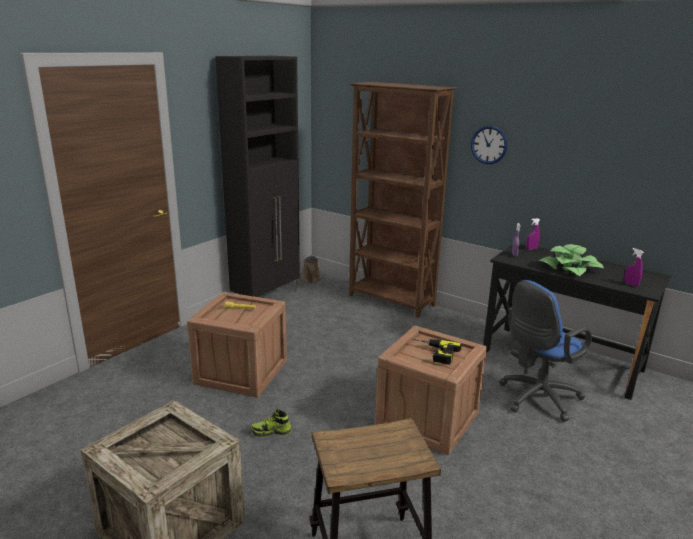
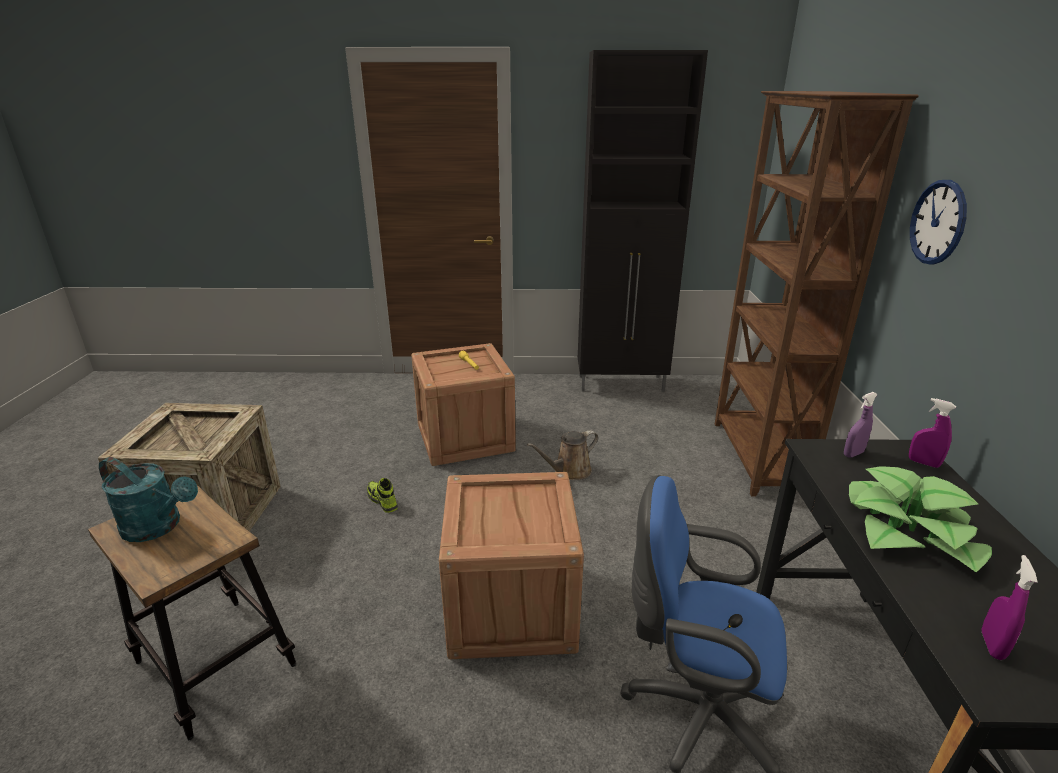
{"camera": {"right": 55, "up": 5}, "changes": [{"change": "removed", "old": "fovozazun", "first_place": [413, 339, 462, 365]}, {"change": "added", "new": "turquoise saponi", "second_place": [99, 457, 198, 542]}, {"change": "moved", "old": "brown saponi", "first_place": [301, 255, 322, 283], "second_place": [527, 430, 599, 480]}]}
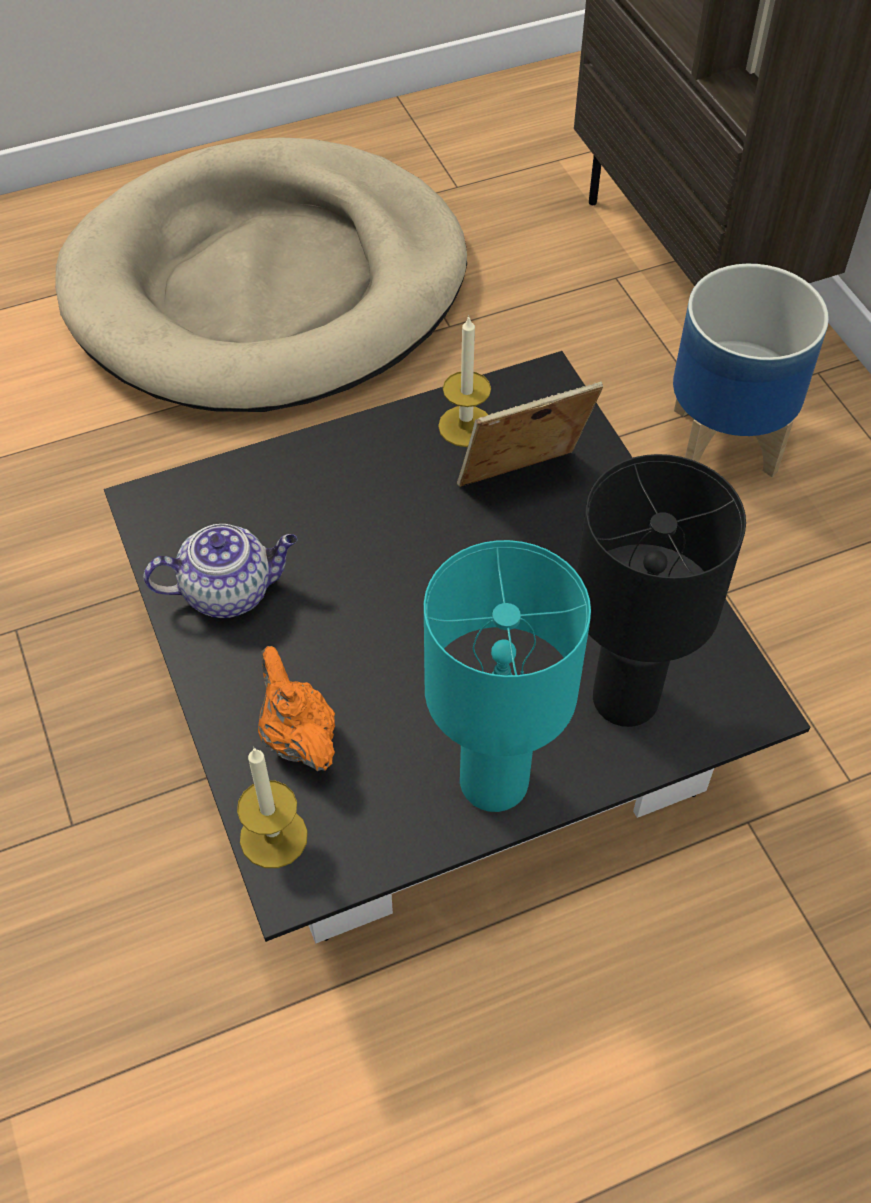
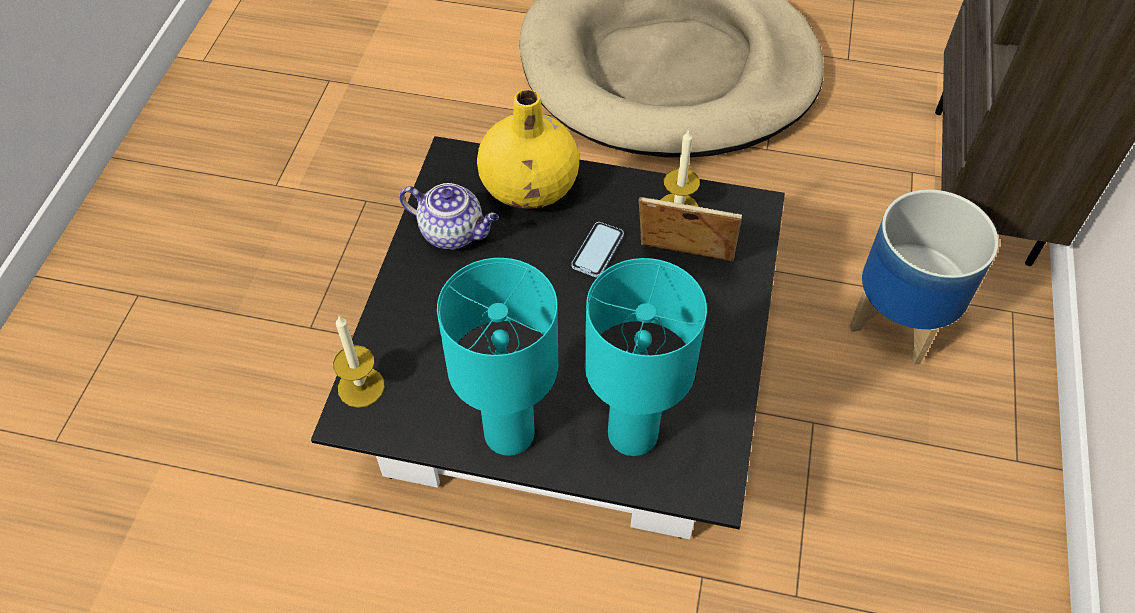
{"camera": {"right": 35, "up": 0}, "changes": [{"change": "removed", "old": "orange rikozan", "first_place": [258, 646, 335, 771]}, {"change": "added", "new": "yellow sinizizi", "second_place": [477, 89, 579, 209]}, {"change": "added", "new": "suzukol", "second_place": [571, 222, 624, 277]}, {"change": "recoloured", "old": "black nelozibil", "new": "turquoise nelozibil", "first_place": [577, 454, 746, 727], "second_place": [585, 258, 707, 456]}]}
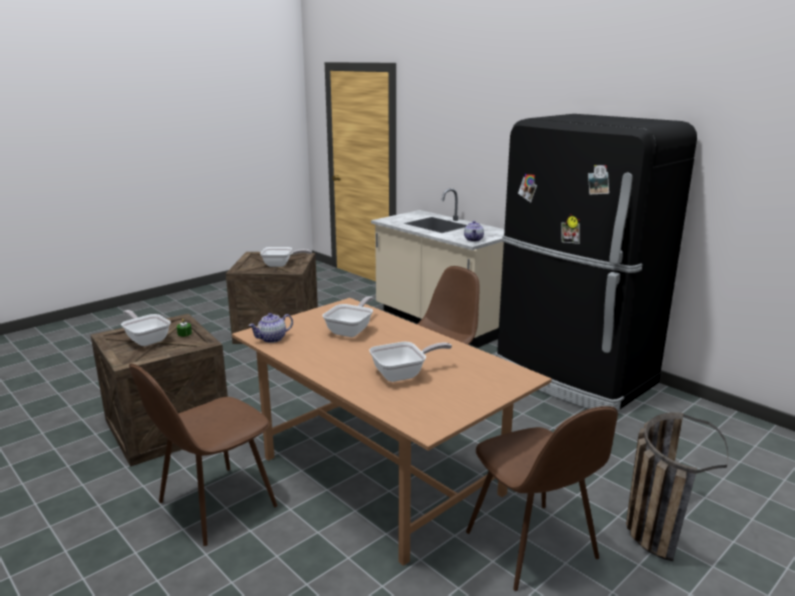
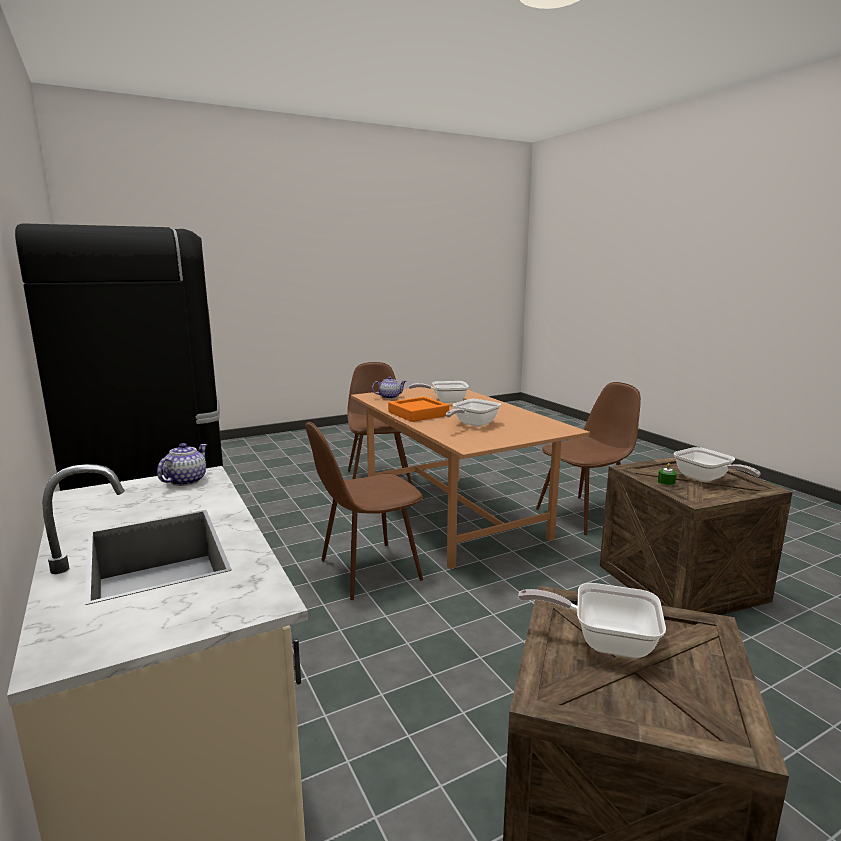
{"camera": {"right": -165, "up": -5}, "changes": [{"change": "removed", "old": "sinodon", "first_place": [626, 412, 728, 561]}, {"change": "added", "new": "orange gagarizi", "second_place": [388, 397, 449, 422]}, {"change": "moved", "old": "rikozan", "first_place": [248, 313, 293, 343], "second_place": [372, 376, 406, 399]}]}
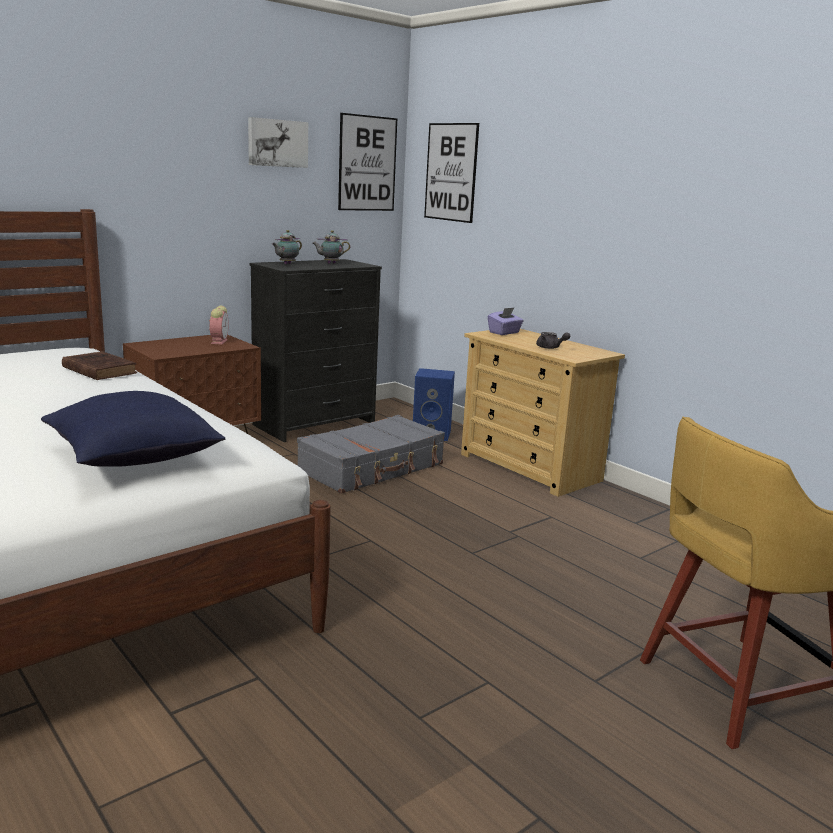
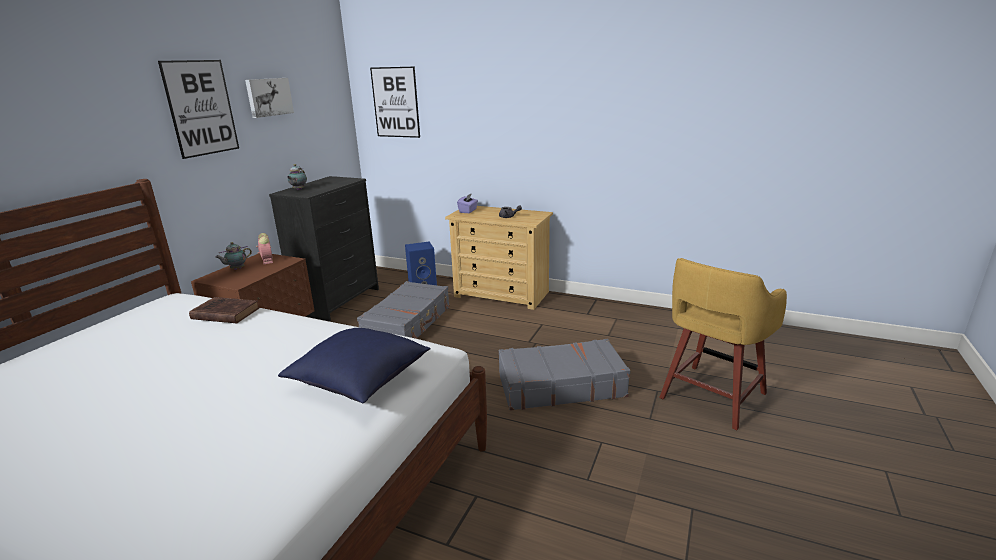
{"camera": {"right": -25, "up": 5}, "changes": [{"change": "added", "new": "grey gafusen", "second_place": [499, 339, 630, 411]}, {"change": "moved", "old": "rikozan", "first_place": [312, 230, 350, 264], "second_place": [215, 242, 252, 270]}, {"change": "moved", "old": "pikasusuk", "first_place": [338, 113, 397, 211], "second_place": [158, 60, 239, 159]}]}
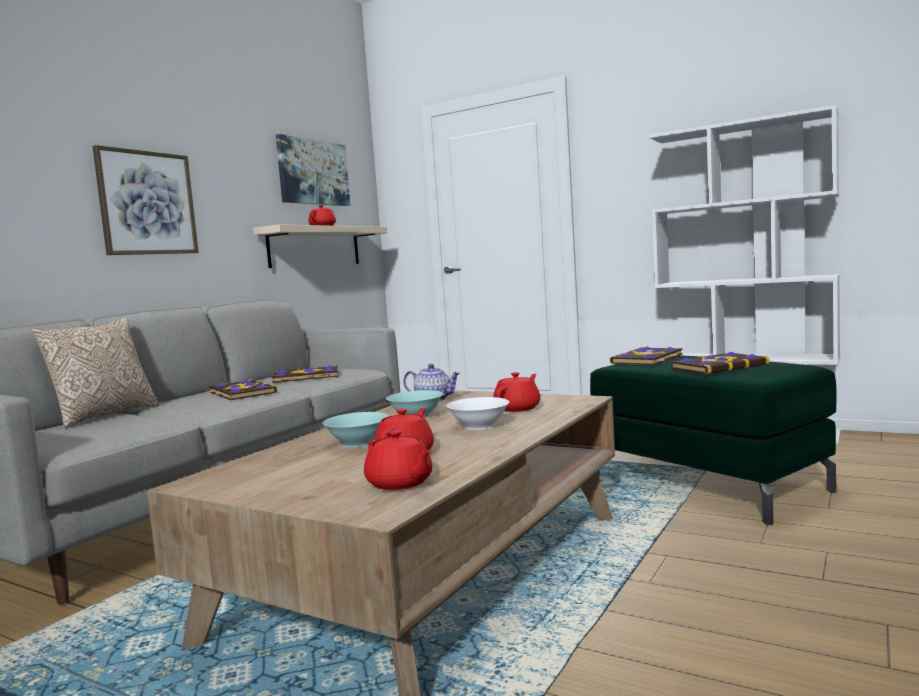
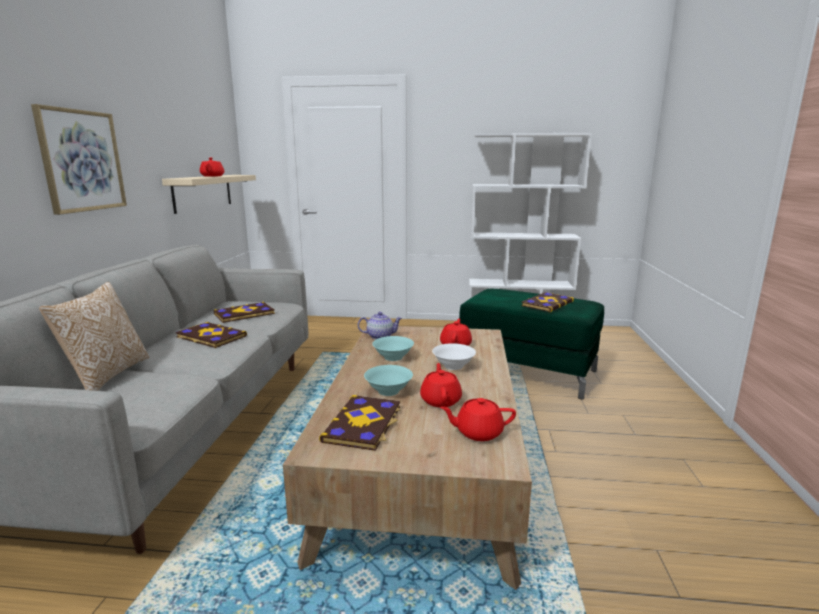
{"camera": {"right": -25, "up": 10}, "changes": [{"change": "removed", "old": "pikasusuk", "first_place": [276, 134, 351, 206]}, {"change": "moved", "old": "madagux", "first_place": [610, 346, 683, 365], "second_place": [319, 395, 401, 451]}, {"change": "turned", "old": "red rikozan", "first_place": [364, 430, 432, 490], "second_place": [440, 398, 516, 441], "degrees": 150}]}
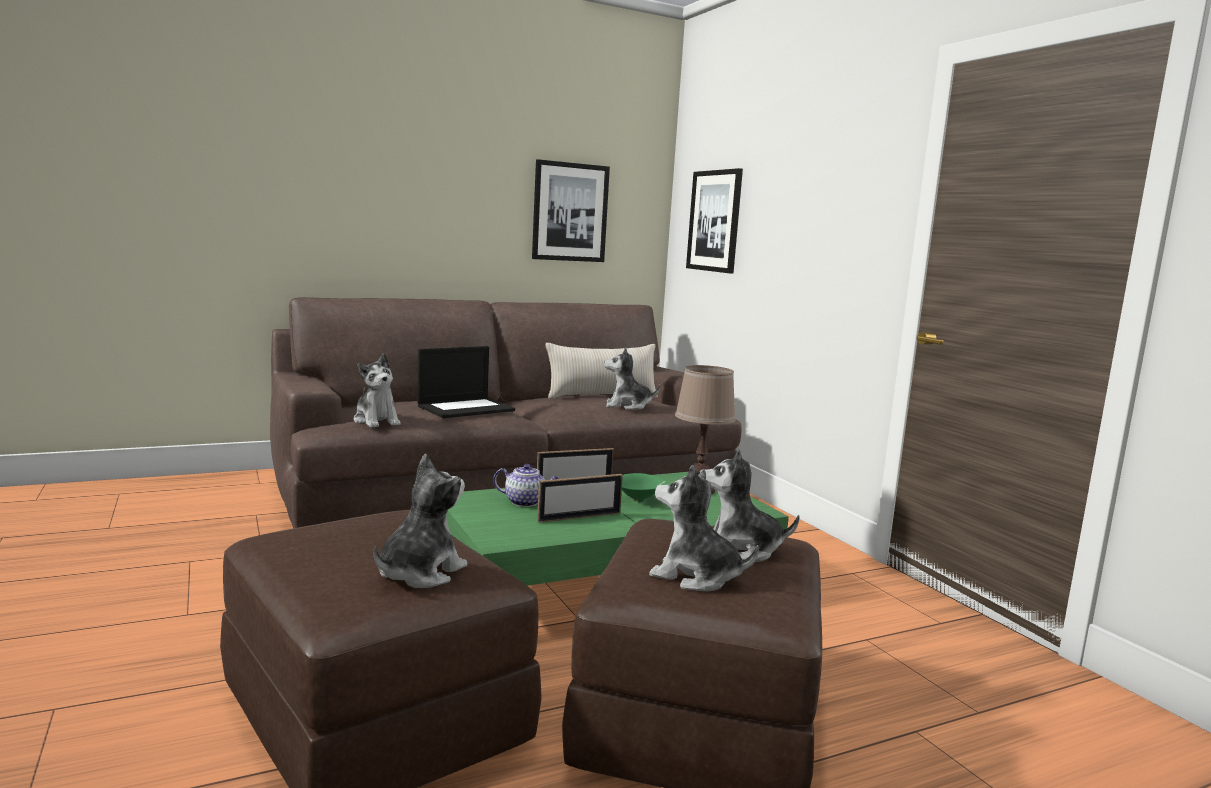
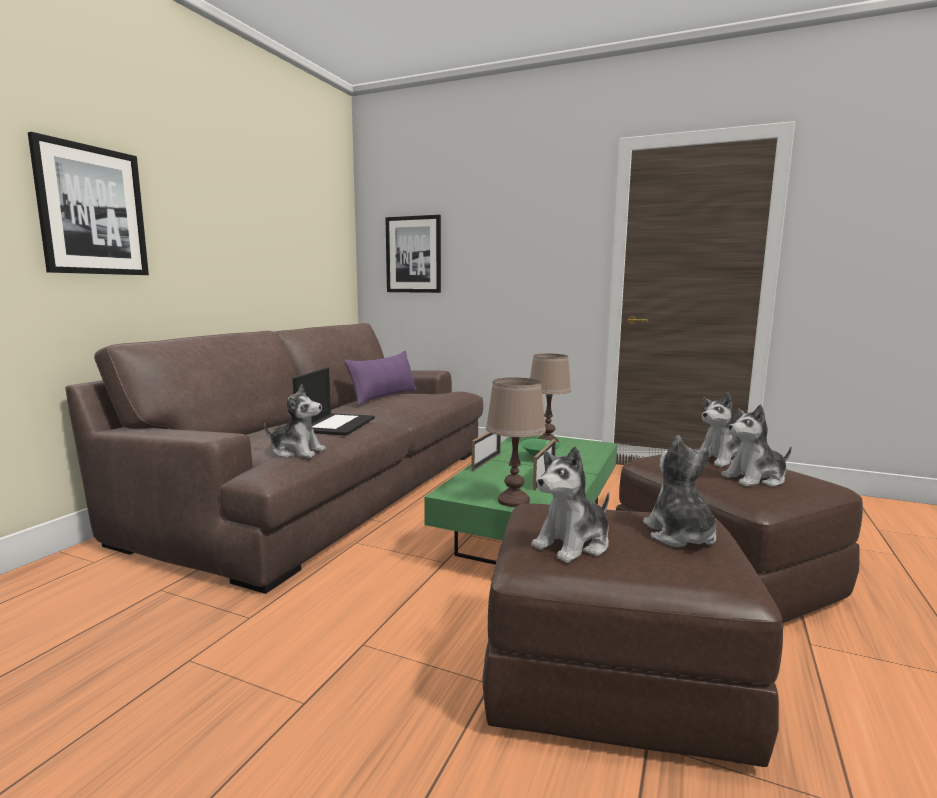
{"camera": {"right": -40, "up": 0}, "changes": [{"change": "removed", "old": "rikozan", "first_place": [493, 464, 559, 507]}, {"change": "added", "new": "brown nelozibil", "second_place": [486, 378, 546, 507]}, {"change": "moved", "old": "pikasusuk", "first_place": [532, 159, 610, 262], "second_place": [28, 132, 149, 275]}, {"change": "moved", "old": "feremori", "first_place": [604, 347, 660, 410], "second_place": [531, 446, 609, 563]}, {"change": "recoloured", "old": "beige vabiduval", "new": "purple vabiduval", "first_place": [546, 343, 658, 399], "second_place": [344, 351, 417, 406]}]}
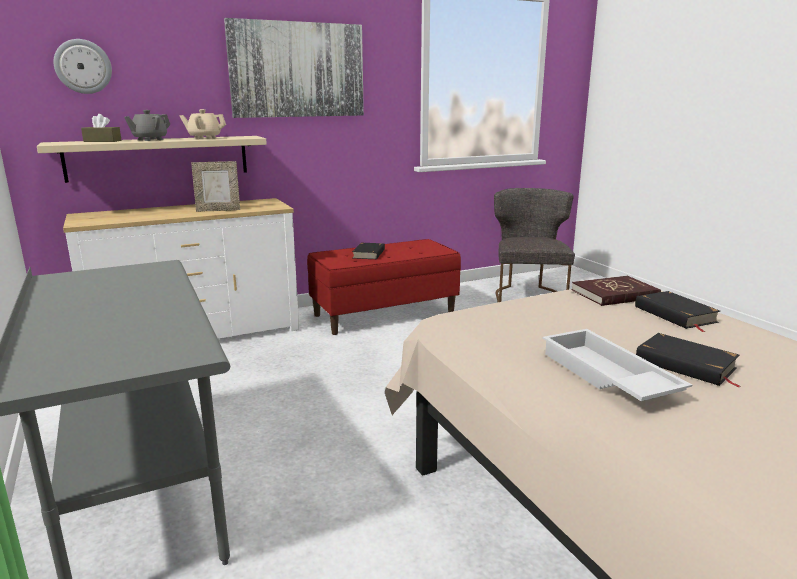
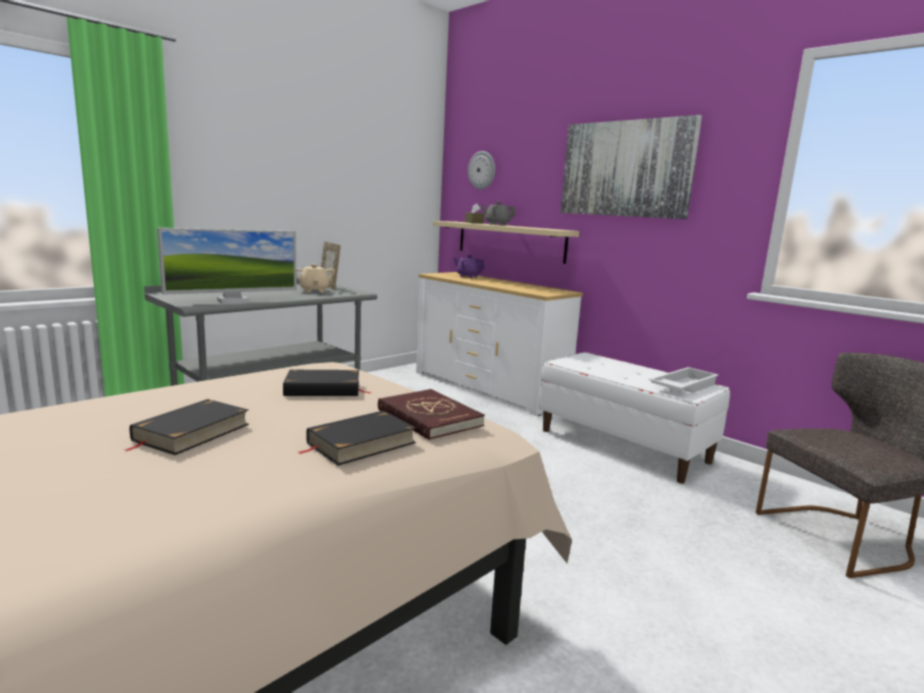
{"camera": {"right": 70, "up": -5}, "changes": [{"change": "added", "new": "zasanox", "second_place": [157, 228, 297, 304]}, {"change": "added", "new": "purple rikozan", "second_place": [453, 255, 485, 278]}, {"change": "moved", "old": "beige rikozan", "first_place": [179, 109, 226, 139], "second_place": [296, 264, 335, 293]}, {"change": "moved", "old": "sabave", "first_place": [191, 161, 240, 212], "second_place": [321, 242, 341, 290]}, {"change": "moved", "old": "black madagux", "first_place": [352, 243, 385, 259], "second_place": [283, 370, 371, 396]}, {"change": "moved", "old": "white gagarizi", "first_place": [543, 329, 692, 401], "second_place": [649, 367, 719, 393]}, {"change": "recoloured", "old": "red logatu", "new": "white logatu", "first_place": [307, 239, 461, 335], "second_place": [539, 352, 730, 483]}]}
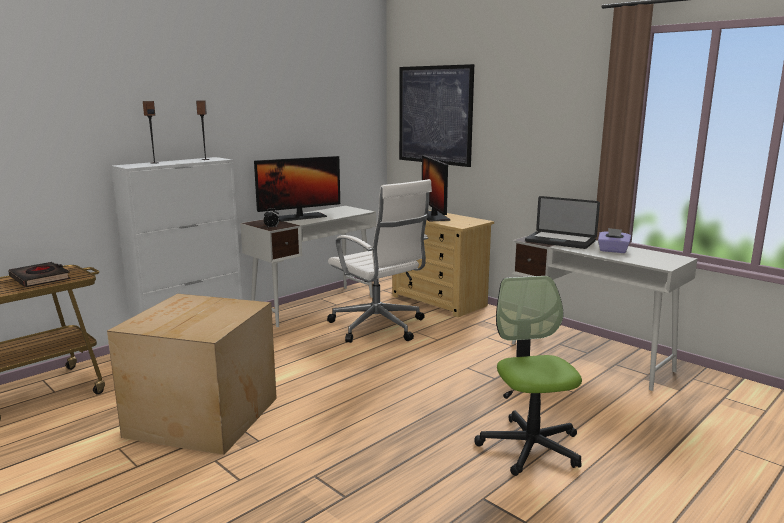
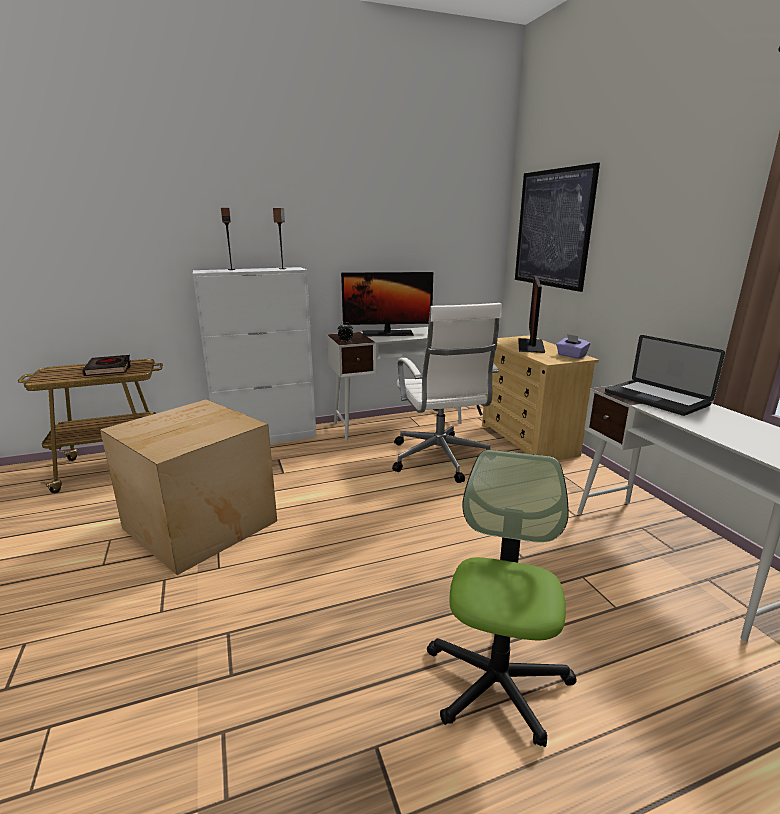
{"camera": {"right": 25, "up": 5}, "changes": [{"change": "moved", "old": "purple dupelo", "first_place": [598, 228, 631, 253], "second_place": [556, 334, 590, 359]}]}
